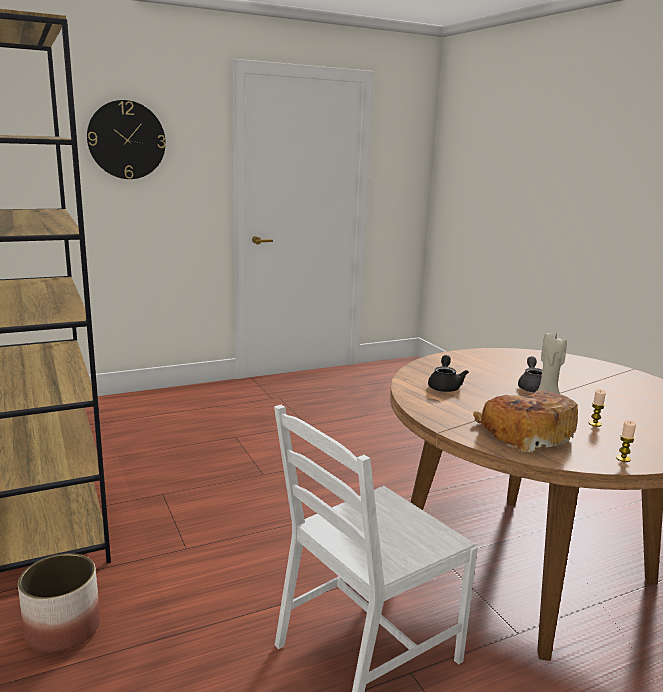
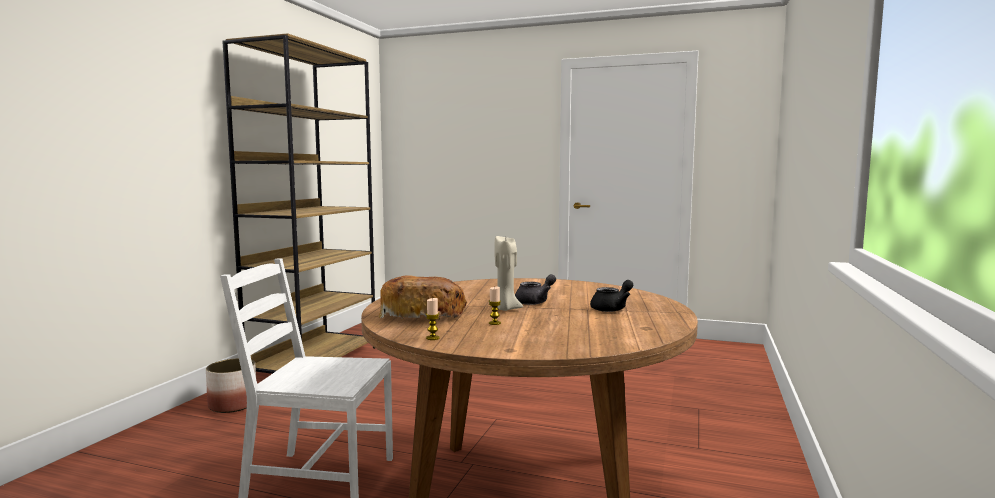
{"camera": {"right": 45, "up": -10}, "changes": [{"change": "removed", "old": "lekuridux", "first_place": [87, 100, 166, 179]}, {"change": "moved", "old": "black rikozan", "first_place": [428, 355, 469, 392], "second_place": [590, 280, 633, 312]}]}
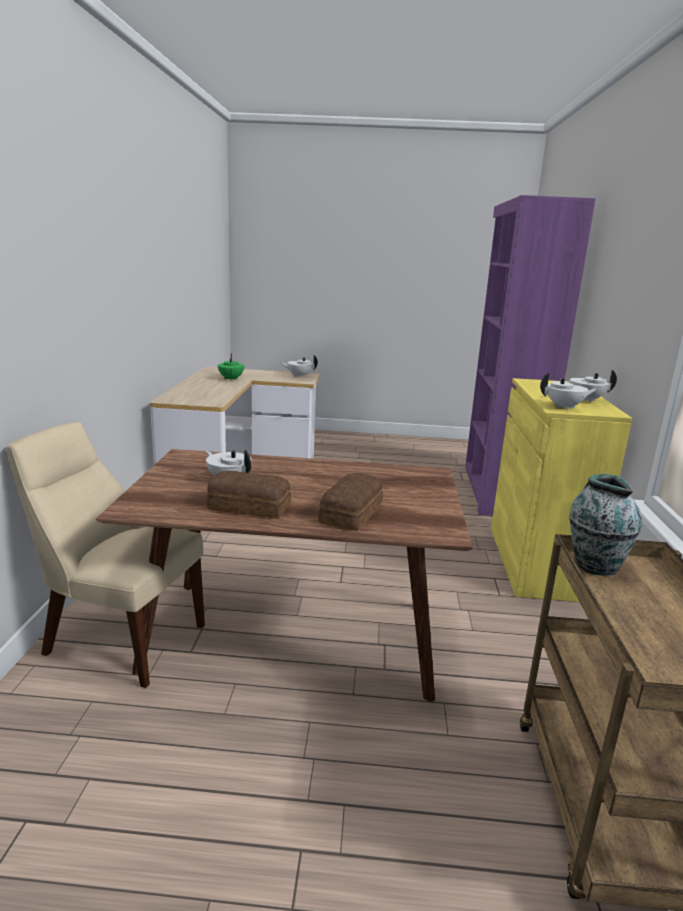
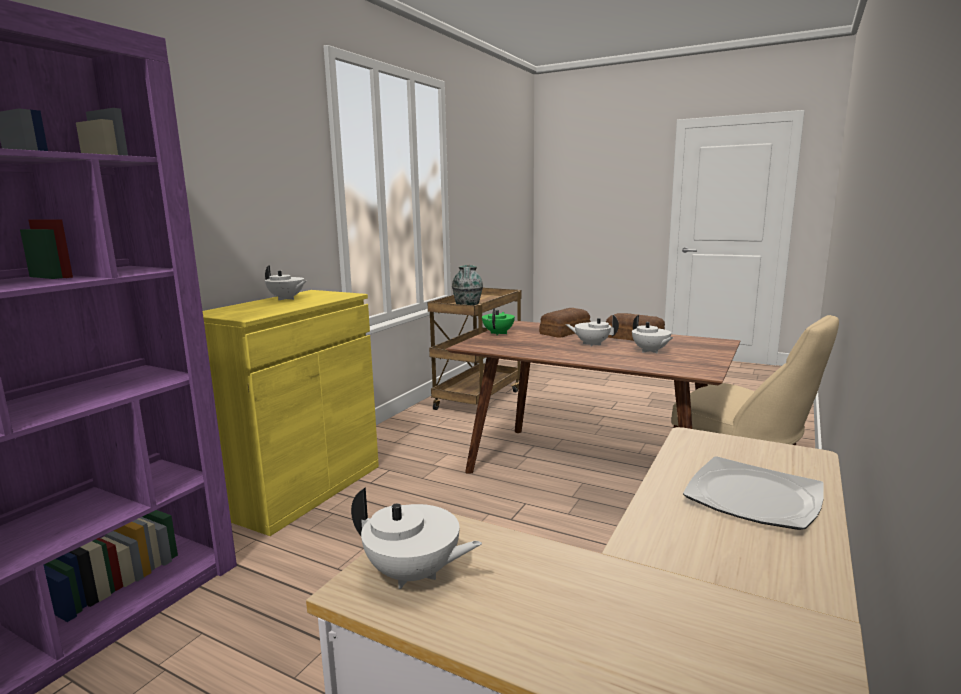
{"camera": {"right": -155, "up": -5}, "changes": [{"change": "added", "new": "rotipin", "second_place": [683, 456, 824, 530]}, {"change": "moved", "old": "green rikozan", "first_place": [218, 353, 245, 381], "second_place": [482, 308, 515, 335]}, {"change": "moved", "old": "white rikozan", "first_place": [540, 373, 597, 410], "second_place": [565, 315, 619, 347]}]}
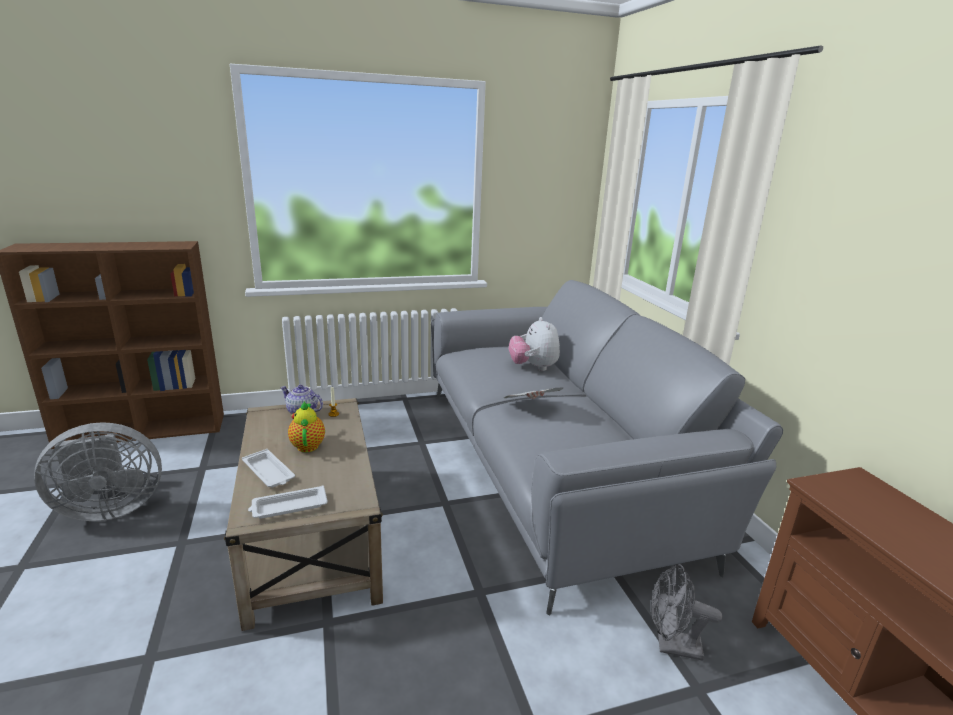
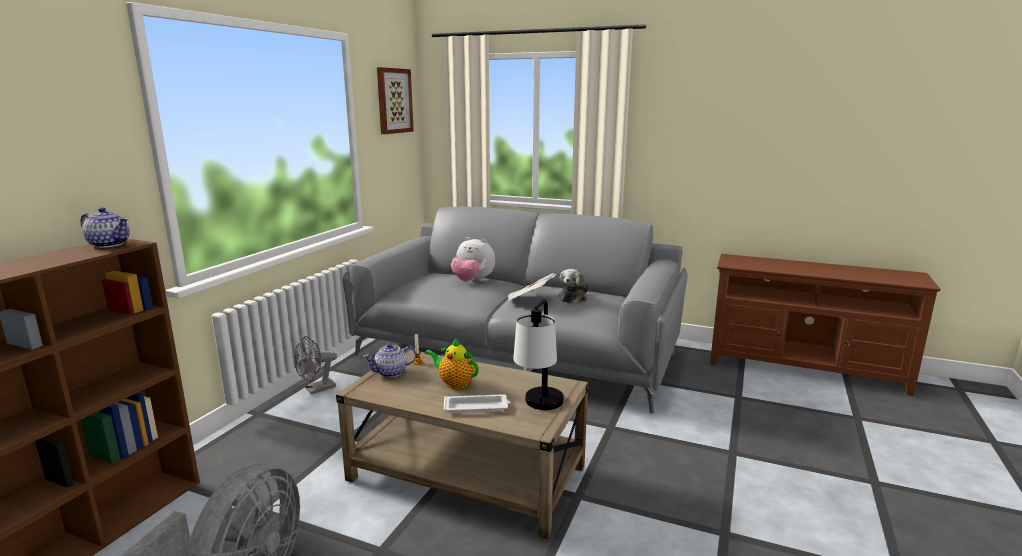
{"camera": {"right": -50, "up": -5}, "changes": [{"change": "added", "new": "rikozan", "second_place": [80, 207, 130, 248]}, {"change": "added", "new": "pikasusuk", "second_place": [377, 67, 414, 134]}, {"change": "added", "new": "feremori", "second_place": [558, 269, 589, 304]}, {"change": "moved", "old": "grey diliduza", "first_place": [651, 564, 722, 661], "second_place": [294, 336, 337, 394]}, {"change": "replaced", "old": "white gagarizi", "new": "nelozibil", "first_place": [248, 485, 328, 519], "second_place": [513, 299, 564, 410]}]}
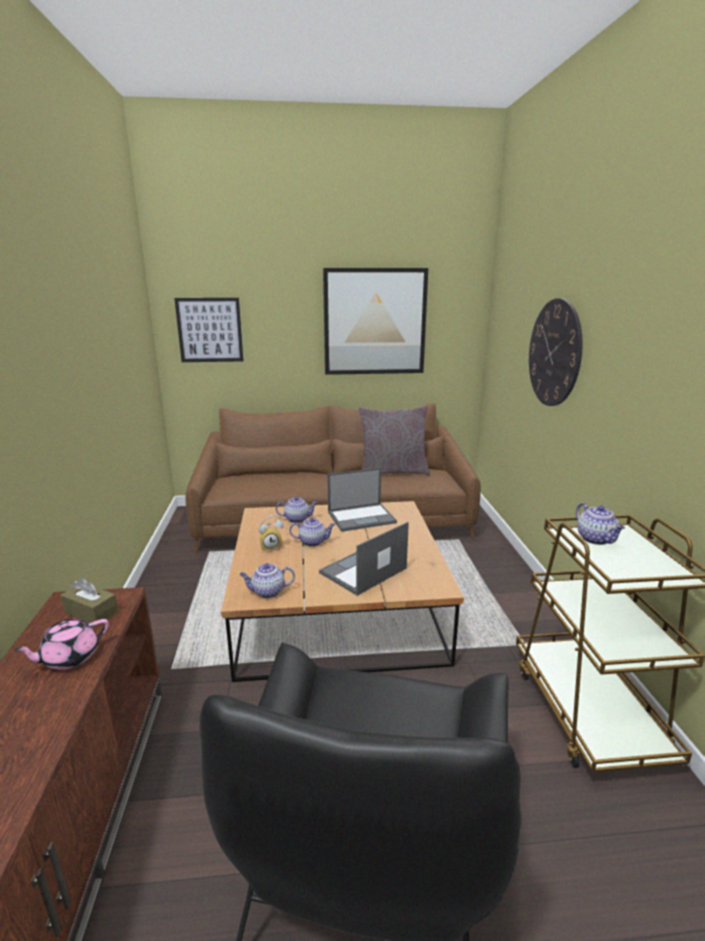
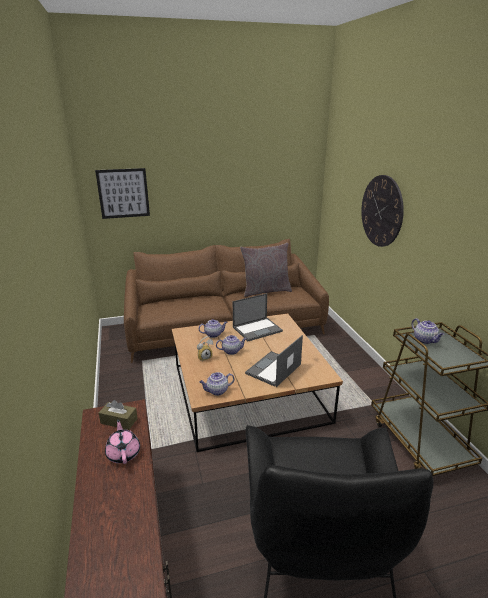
{"camera": {"right": -10, "up": 5}, "changes": [{"change": "removed", "old": "pikasusuk", "first_place": [323, 268, 428, 375]}, {"change": "turned", "old": "pink rikozan", "first_place": [13, 619, 109, 670], "second_place": [105, 419, 140, 464], "degrees": 120}]}
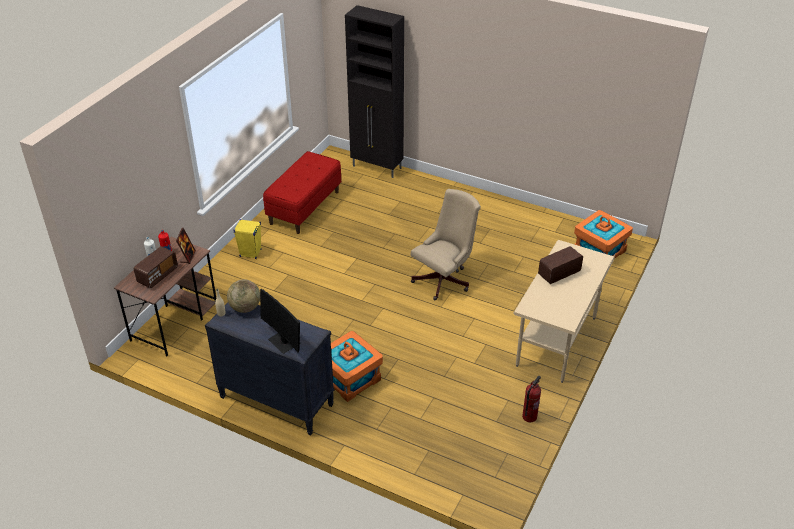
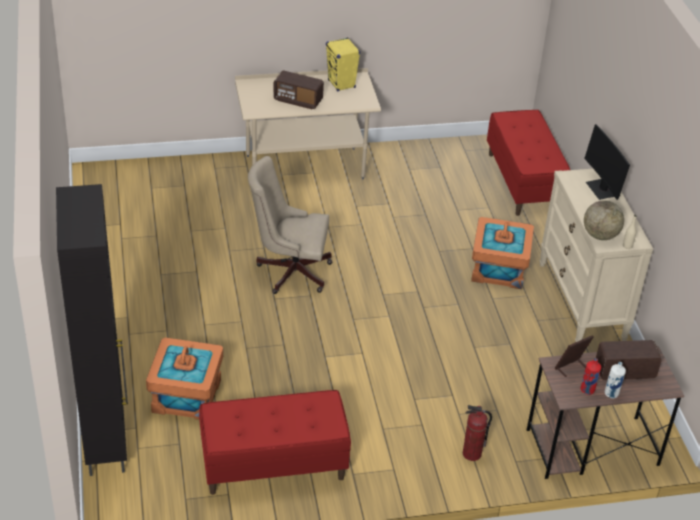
{"camera": {"right": -130, "up": 0}, "changes": [{"change": "added", "new": "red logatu", "second_place": [487, 110, 570, 216]}, {"change": "moved", "old": "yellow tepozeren", "first_place": [234, 219, 262, 259], "second_place": [326, 37, 360, 91]}, {"change": "moved", "old": "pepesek", "first_place": [522, 376, 541, 422], "second_place": [463, 405, 492, 461]}, {"change": "moved", "old": "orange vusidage", "first_place": [574, 210, 633, 259], "second_place": [146, 338, 223, 420]}, {"change": "recoloured", "old": "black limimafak", "new": "beige limimafak", "first_place": [205, 302, 335, 436], "second_place": [539, 169, 653, 342]}, {"change": "turned", "old": "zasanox", "first_place": [260, 289, 301, 354], "second_place": [584, 124, 630, 200], "degrees": 150}]}
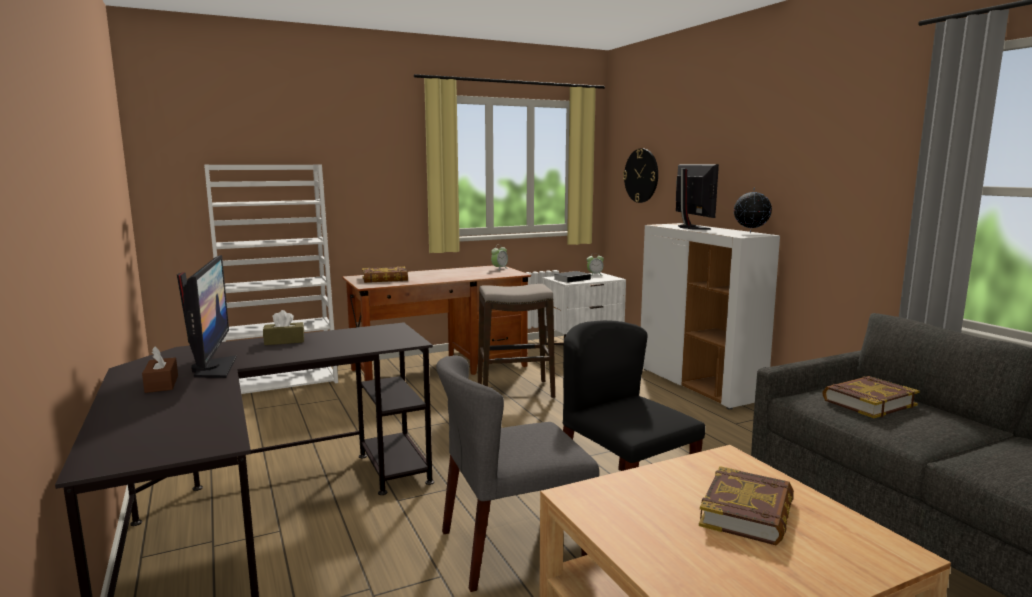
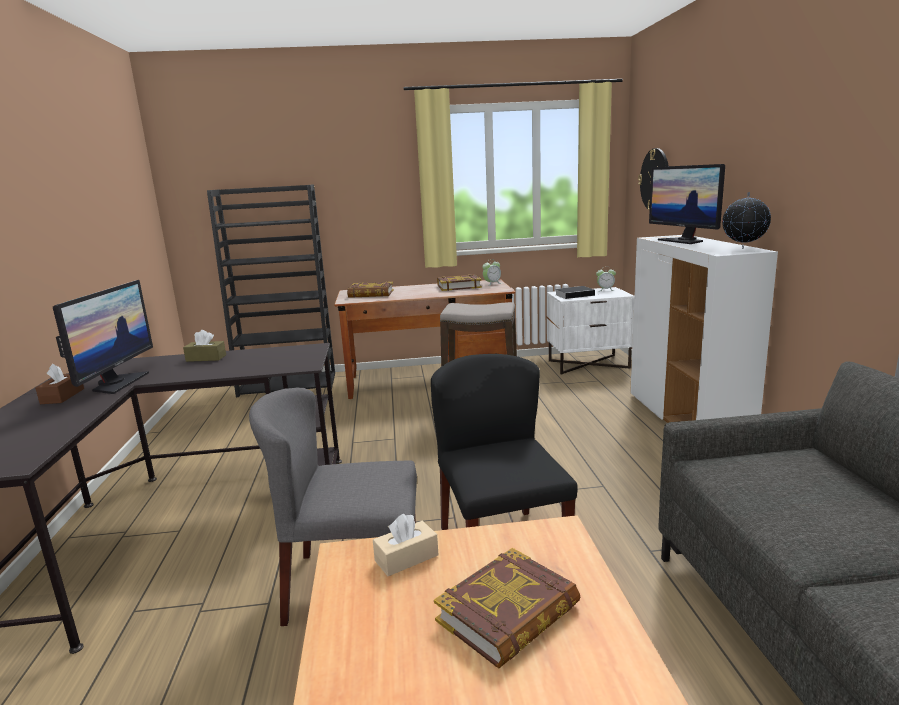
{"camera": {"right": 20, "up": 5}, "changes": [{"change": "added", "new": "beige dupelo", "second_place": [373, 514, 438, 576]}, {"change": "moved", "old": "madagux", "first_place": [822, 376, 919, 418], "second_place": [437, 274, 482, 291]}, {"change": "recoloured", "old": "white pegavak", "new": "black pegavak", "first_place": [204, 164, 338, 394], "second_place": [207, 184, 335, 397]}, {"change": "turned", "old": "zasanox", "first_place": [676, 164, 719, 230], "second_place": [649, 164, 725, 244], "degrees": 150}]}
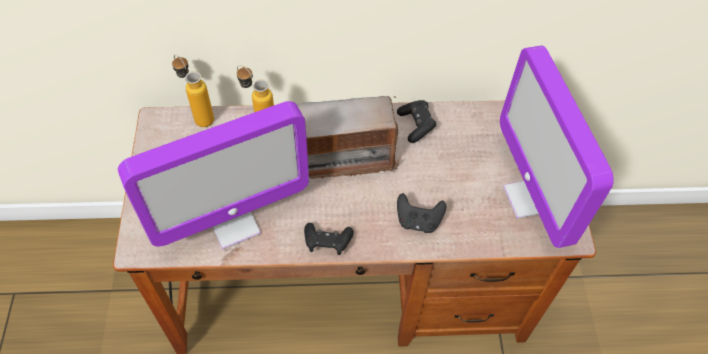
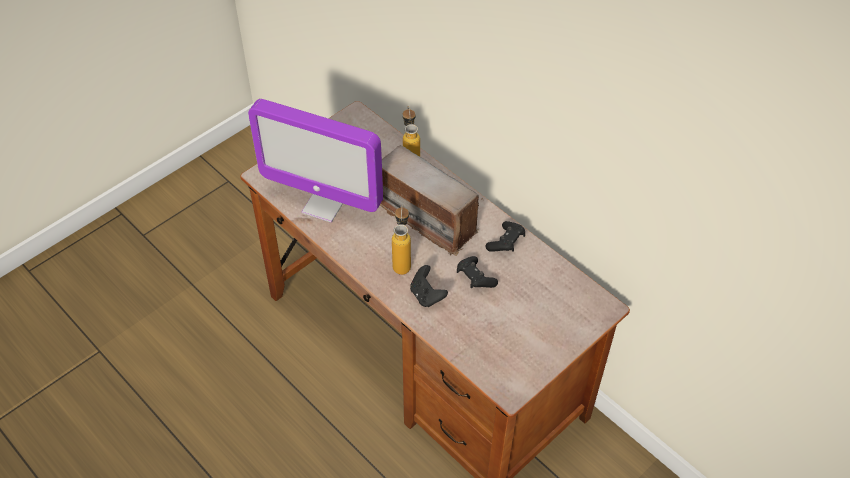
{"camera": {"right": 50, "up": -5}, "changes": [{"change": "removed", "old": "zasanox", "first_place": [500, 45, 614, 248]}, {"change": "moved", "old": "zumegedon", "first_place": [172, 54, 214, 127], "second_place": [392, 204, 411, 275]}, {"change": "moved", "old": "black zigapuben", "first_place": [304, 223, 354, 255], "second_place": [457, 256, 498, 288]}]}
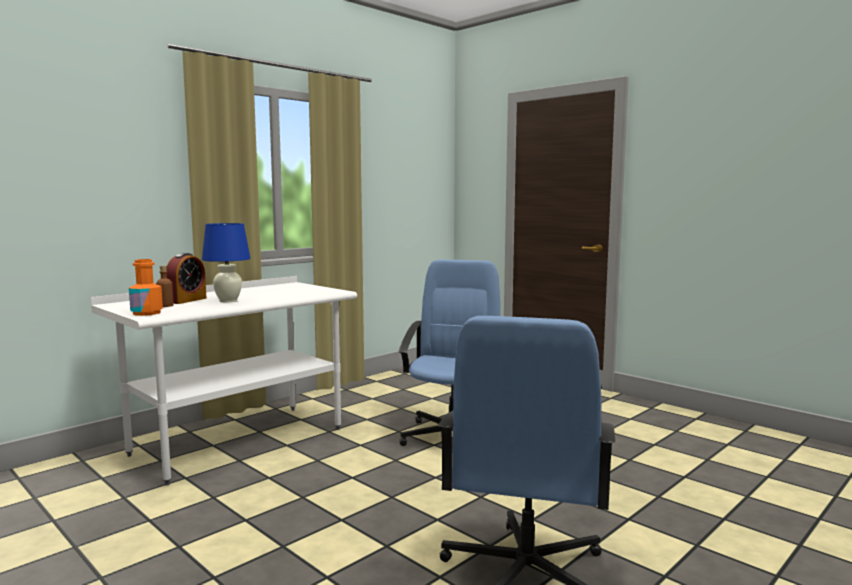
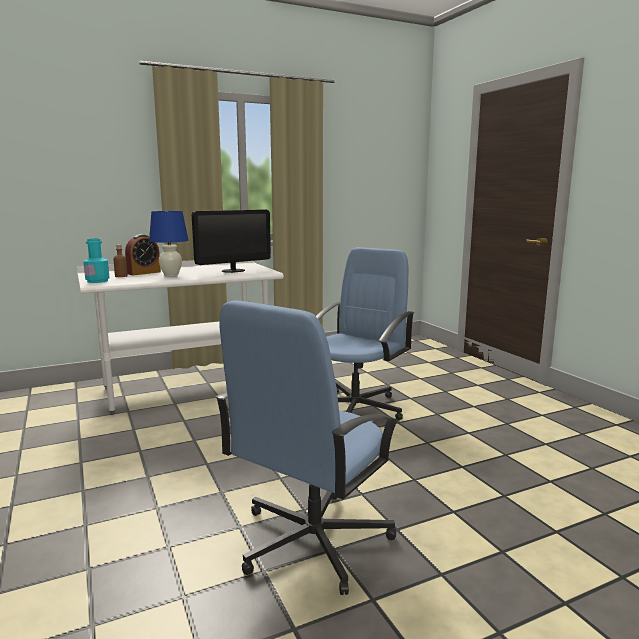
{"camera": {"right": 20, "up": 5}, "changes": [{"change": "added", "new": "zasanox", "second_place": [192, 209, 271, 273]}, {"change": "recoloured", "old": "orange zumegedon", "new": "turquoise zumegedon", "first_place": [129, 259, 163, 316], "second_place": [83, 238, 109, 283]}]}
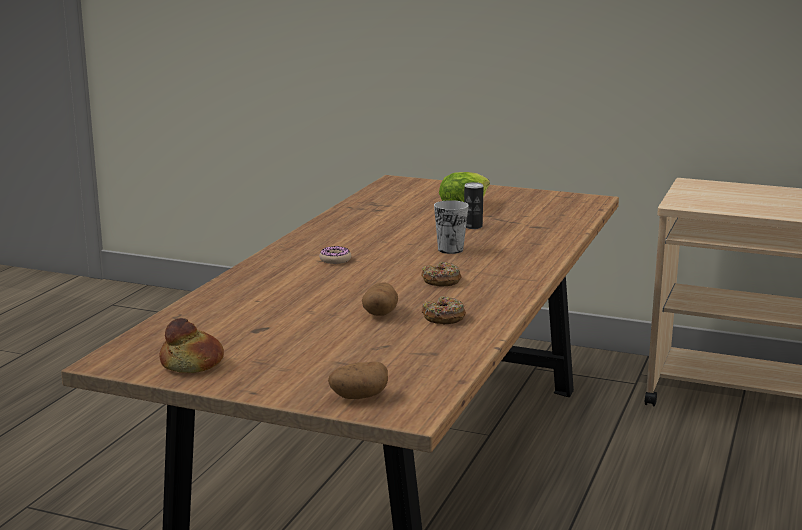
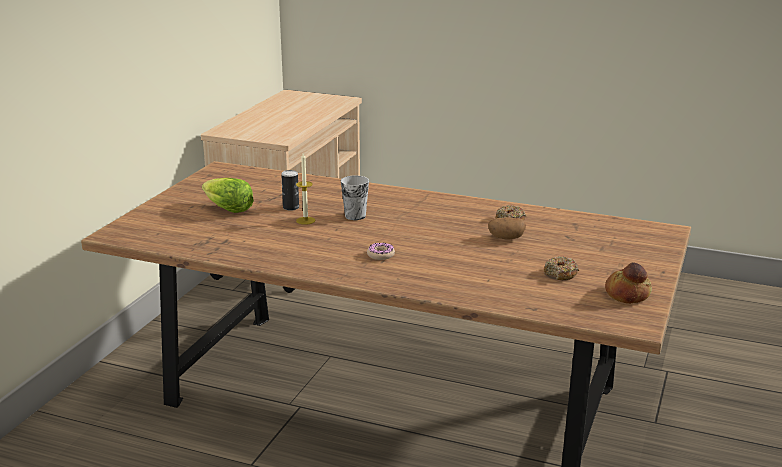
{"camera": {"right": -90, "up": 5}, "changes": [{"change": "removed", "old": "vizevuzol", "first_place": [328, 362, 388, 399]}, {"change": "added", "new": "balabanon", "second_place": [296, 153, 315, 225]}, {"change": "moved", "old": "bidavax", "first_place": [421, 262, 461, 286], "second_place": [544, 256, 579, 280]}]}
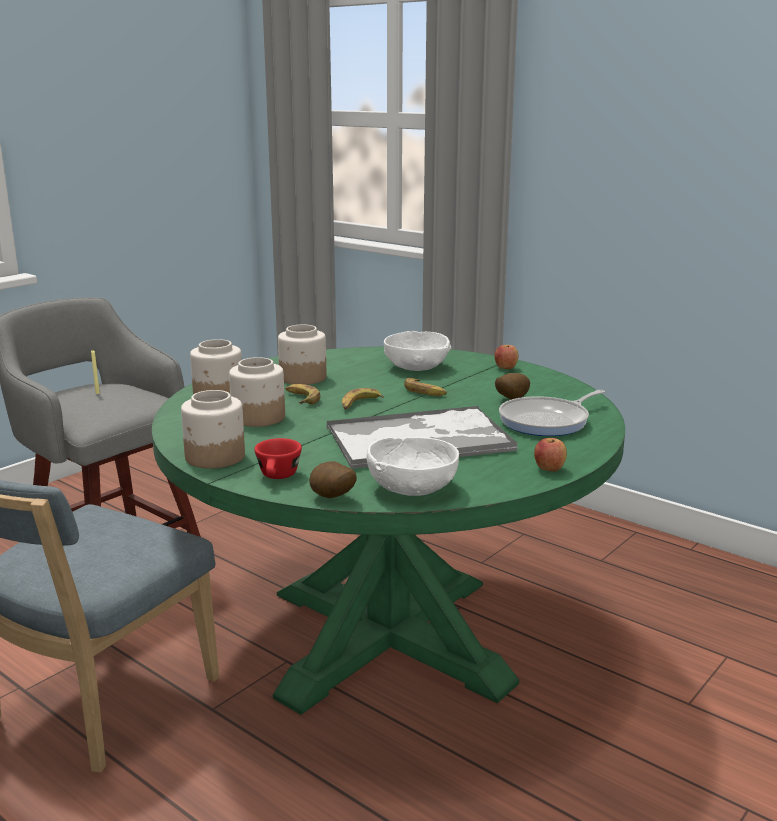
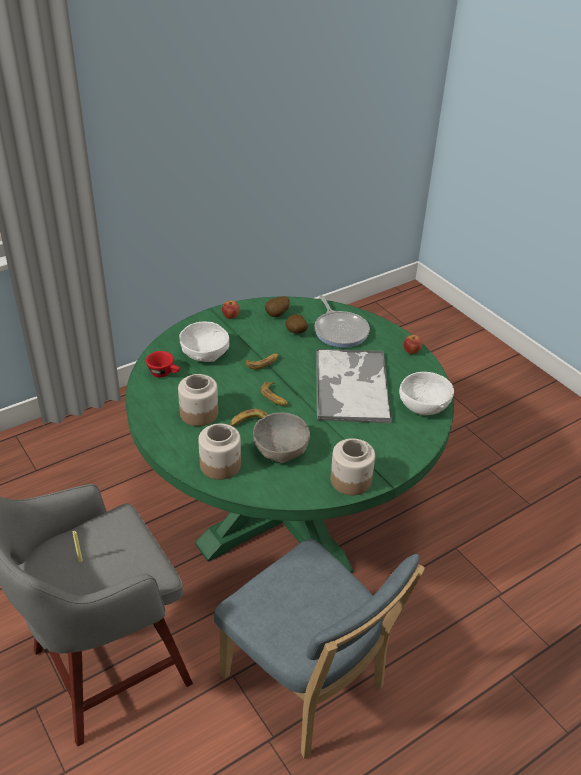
{"camera": {"right": -75, "up": 20}, "changes": [{"change": "moved", "old": "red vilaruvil", "first_place": [254, 438, 302, 479], "second_place": [146, 351, 180, 377]}, {"change": "moved", "old": "vizevuzol", "first_place": [309, 461, 357, 498], "second_place": [265, 296, 290, 317]}, {"change": "replaced", "old": "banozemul", "new": "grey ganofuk", "first_place": [229, 357, 285, 427], "second_place": [253, 412, 310, 463]}]}
